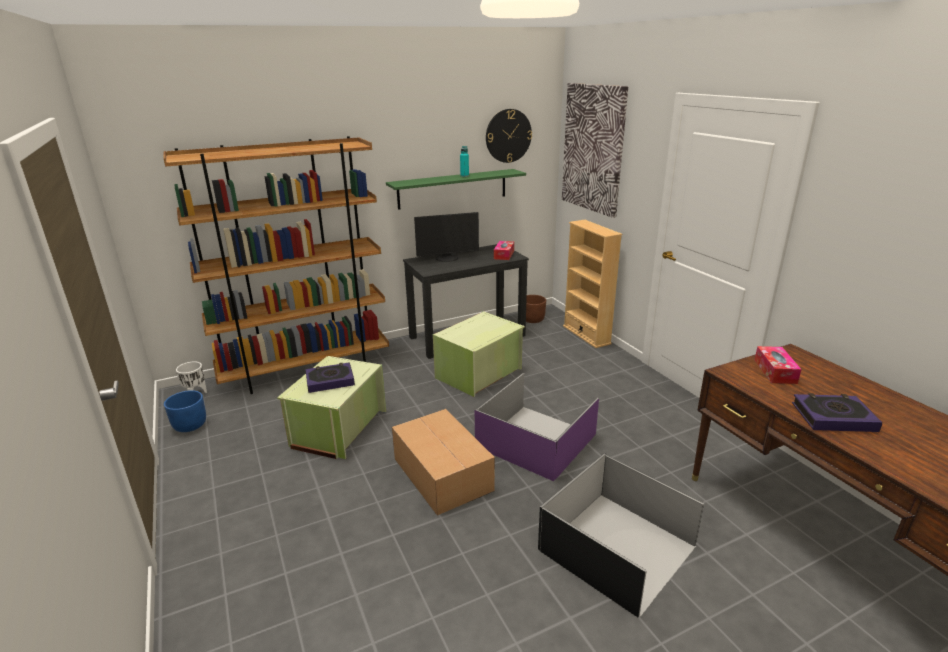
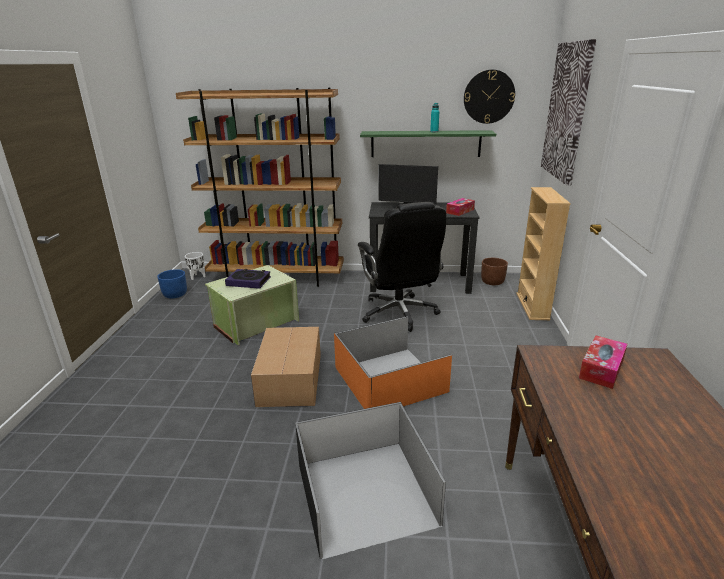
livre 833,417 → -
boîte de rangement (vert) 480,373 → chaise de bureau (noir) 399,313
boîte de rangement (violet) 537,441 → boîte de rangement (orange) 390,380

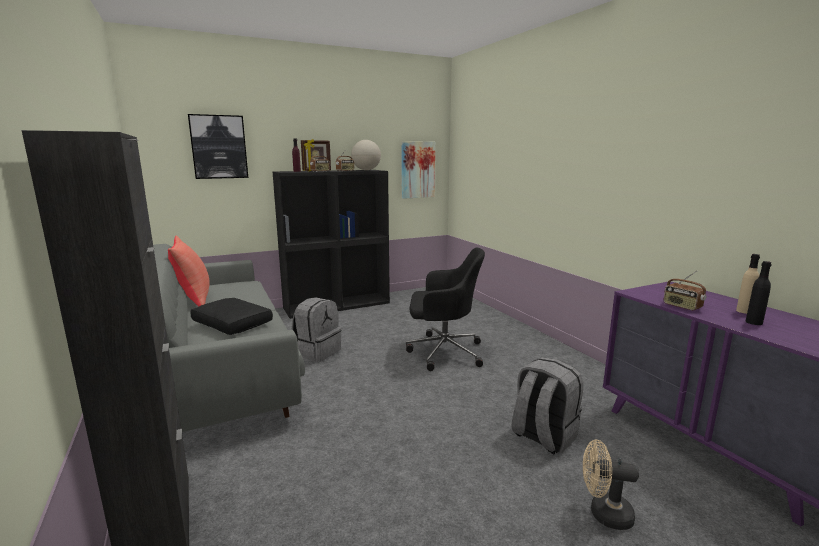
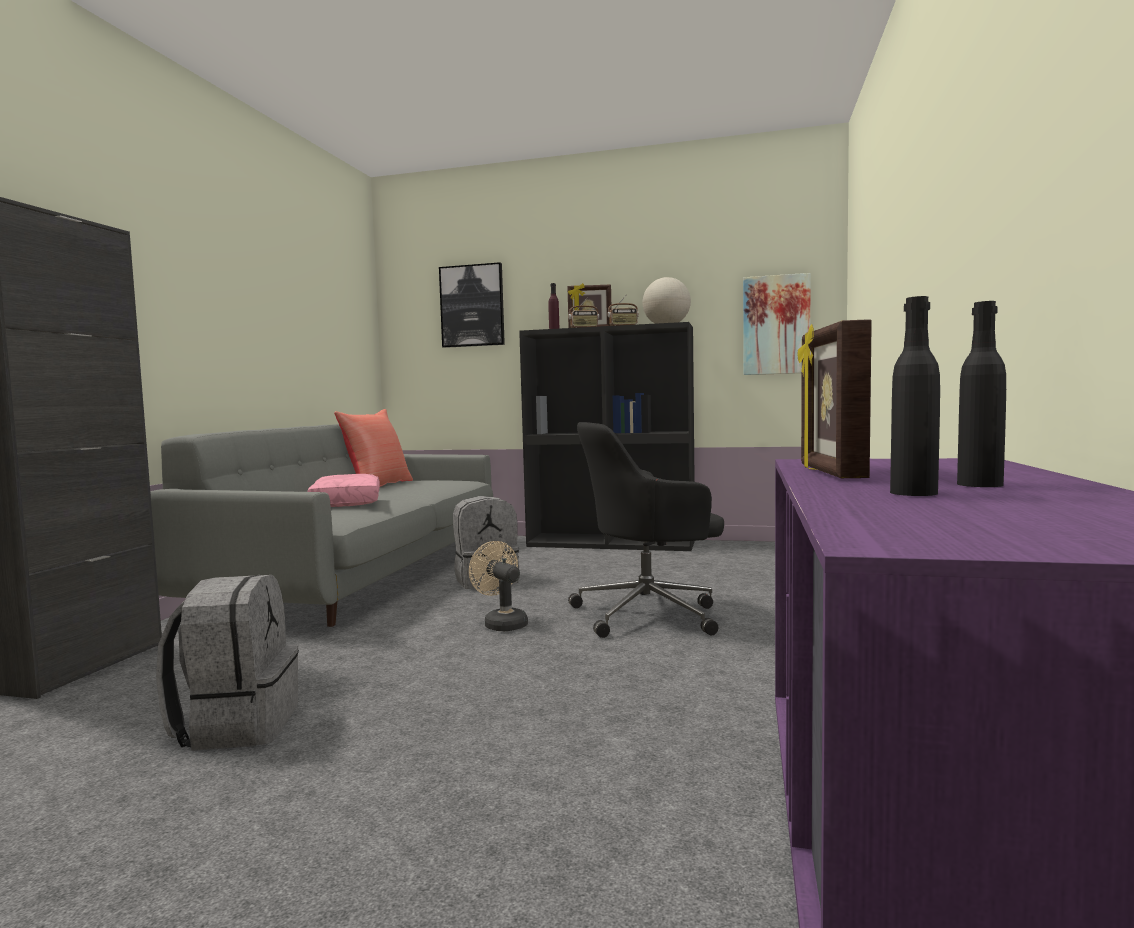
sac à dos (gris) 543,436 → sac à dos (gris) 237,726, shifted
ventilateur (beige) 604,513 → ventilateur (beige) 501,623, shifted
radio 682,306 → cadre photo 829,473
coussin (noir) 234,323 → coussin (rose) 348,502
bouteille (beige) 744,311 → bouteille (noir) 980,484
chaise de bureau (noir) 443,352 → chaise de bureau (noir) 649,614, 120 degrees clockwise

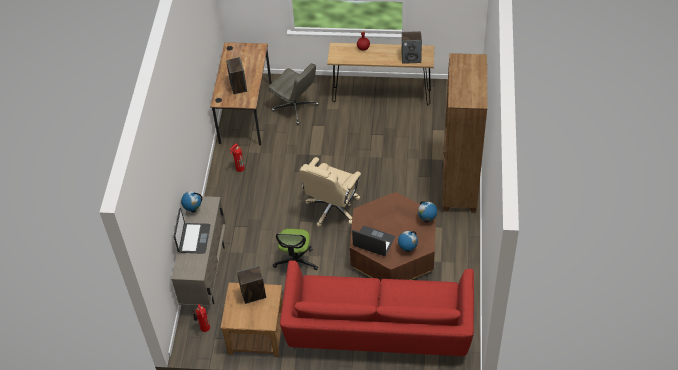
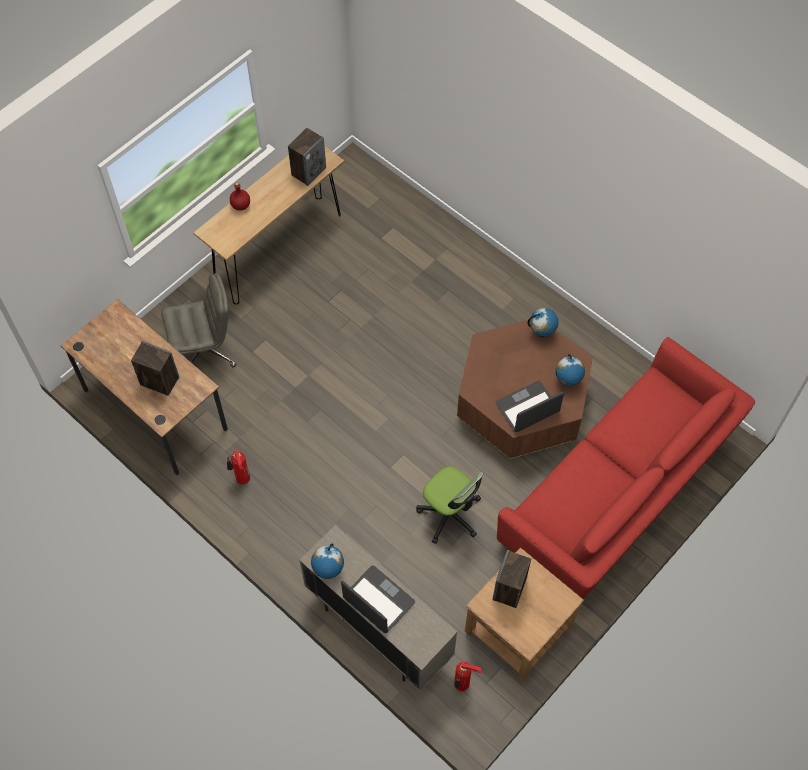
chaise de bureau (beige) 332,208 → -
bibliothèque (marron) 459,186 → -

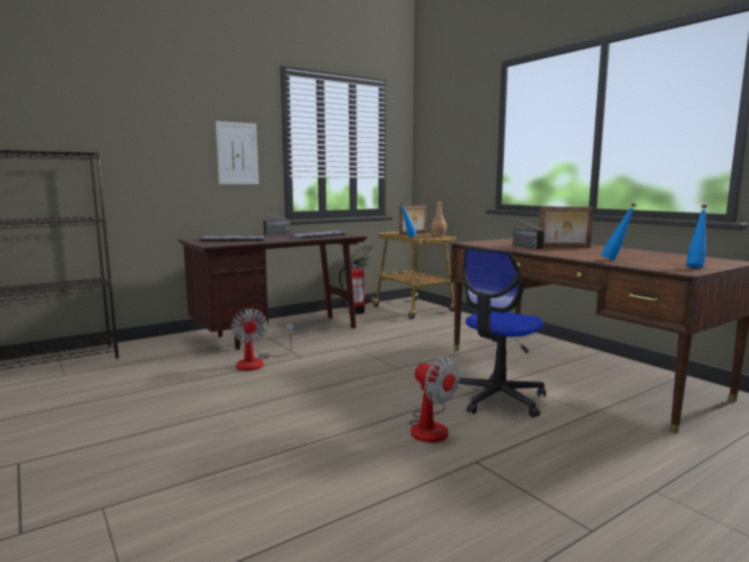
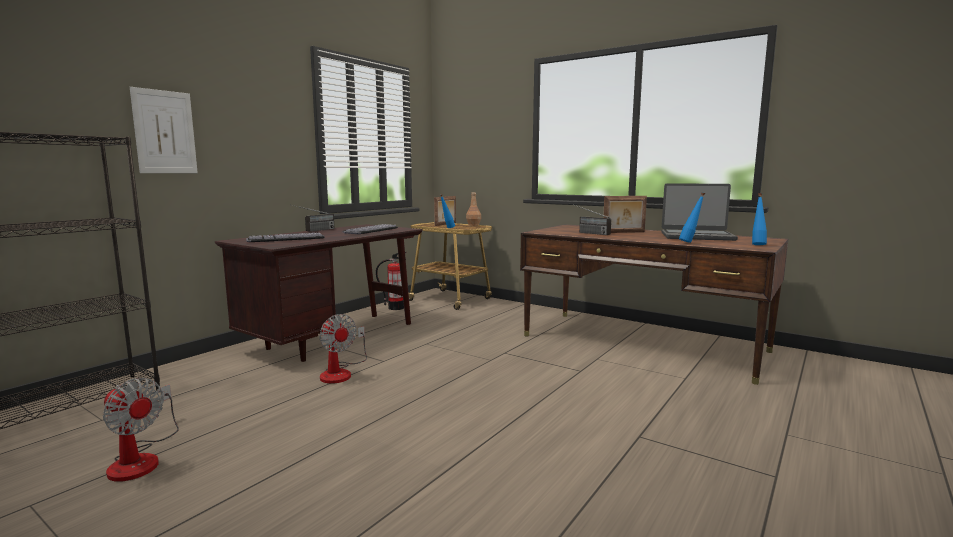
chaise de bureau 497,398 → -
- → ordinateur portable 697,236
tableau 237,153 → tableau 165,132, shifted
ventilateur 430,426 → ventilateur 141,459, shifted

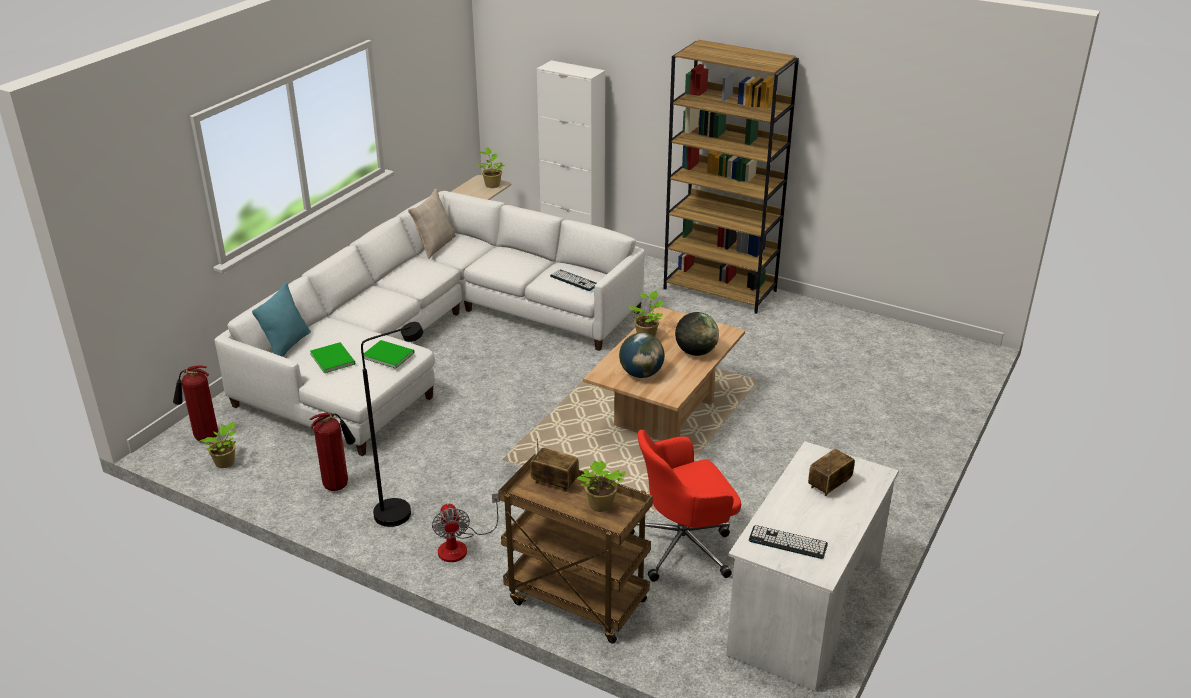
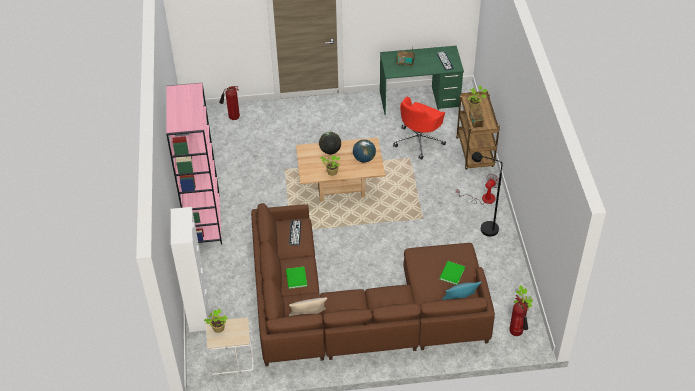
extincteur 338,484 → extincteur 232,117, shifted
livre (vert) 388,354 → livre (vert) 295,279, shifted
canapé (blanc) 431,339 → canapé (marron) 358,308
bibliothèque (marron) 720,290 → bibliothèque (rose) 204,220
bureau (blanc) 805,609 → bureau (vert) 419,100
chaise de bureau (rouge) 684,546 → chaise de bureau (rouge) 419,141, 90 degrees clockwise

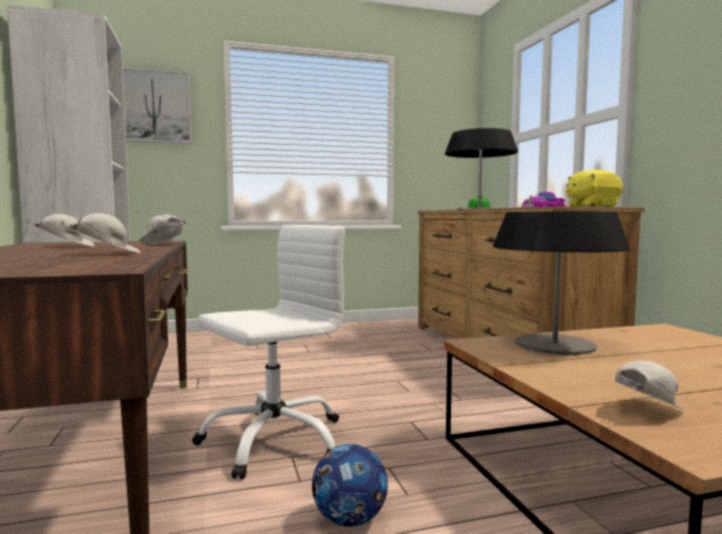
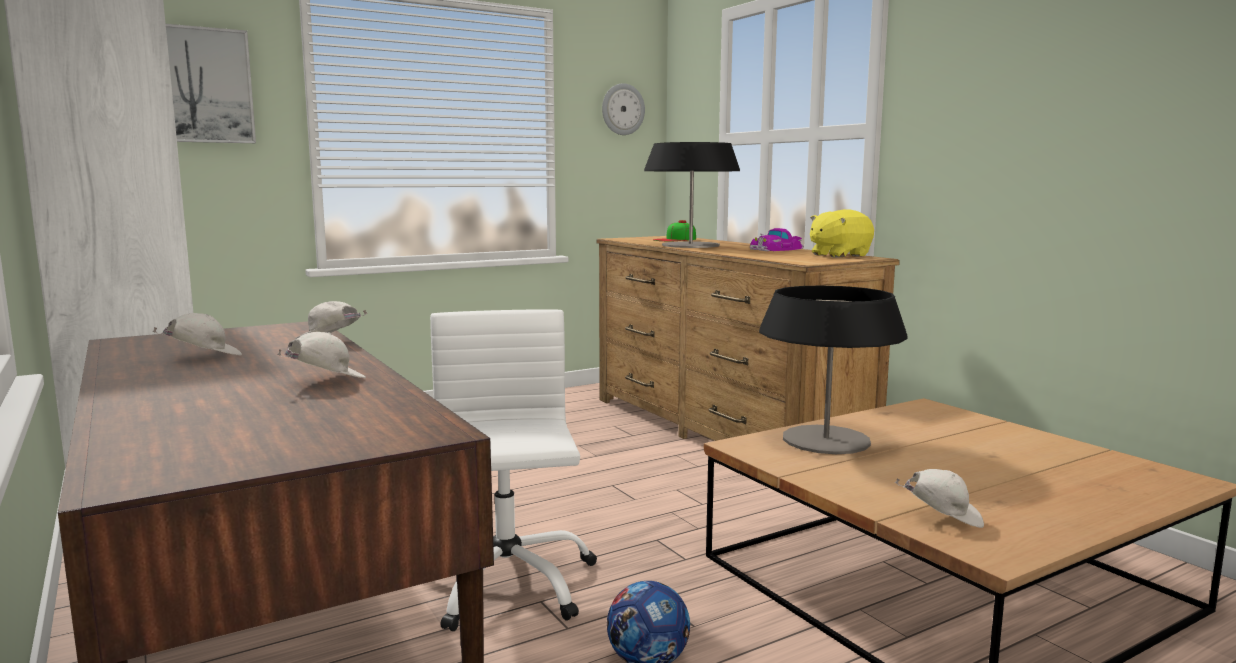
- → horloge murale 622,109
chaise de bureau (blanc) 274,440 → chaise de bureau (blanc) 505,583, 45 degrees counterclockwise
casquette (blanc) 645,411 → casquette (blanc) 942,518, 60 degrees clockwise

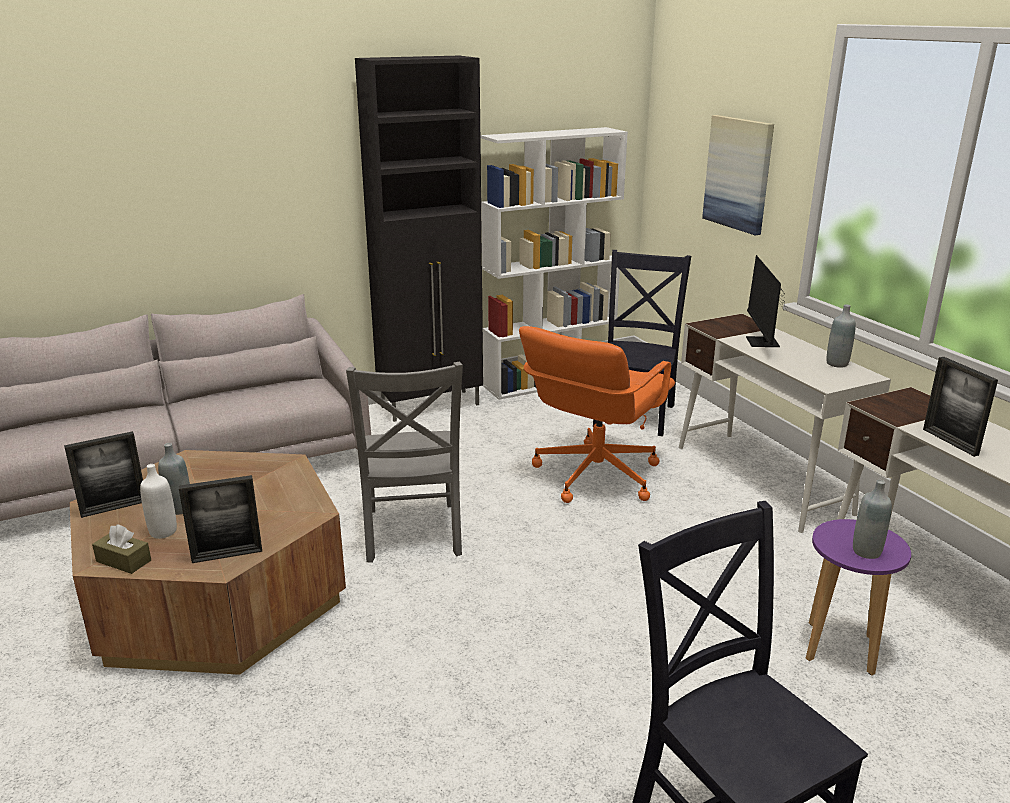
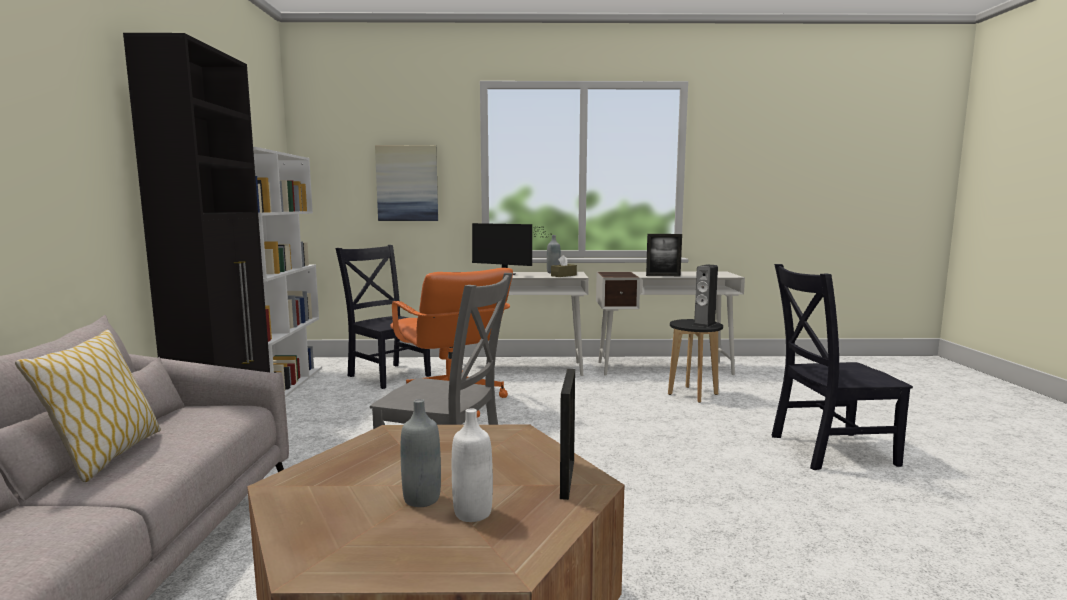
cadre photo 114,508 → -
- → coussin 106,456
boîte à mouchoirs (marron) 123,561 → boîte à mouchoirs (marron) 563,275, shifted
bouteille (gris) 866,551 → enceinte 704,324
tabouret (violet) 839,648 → tabouret (noir) 692,394

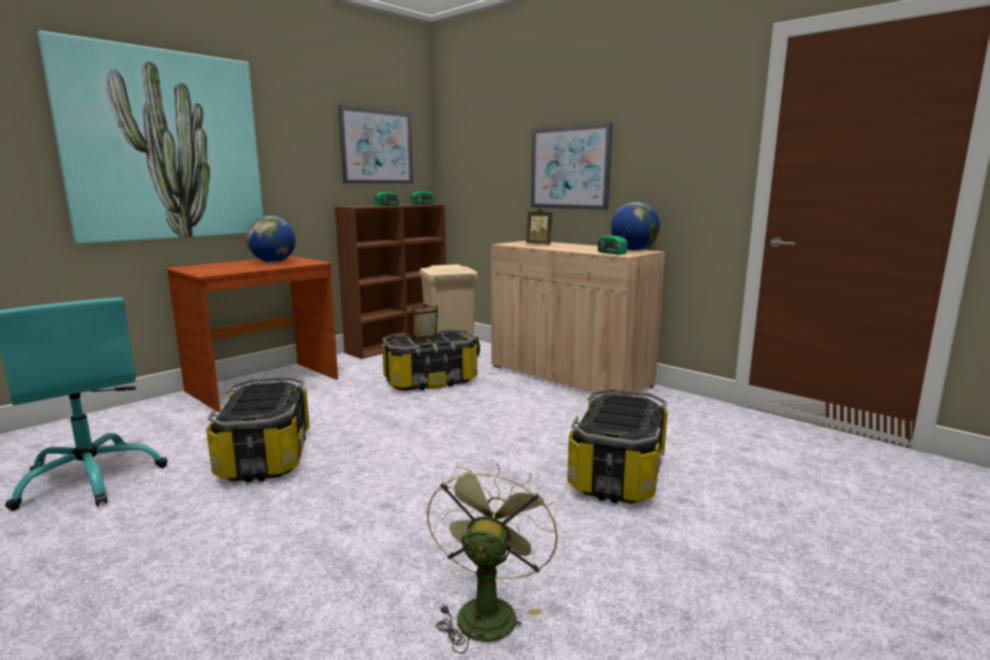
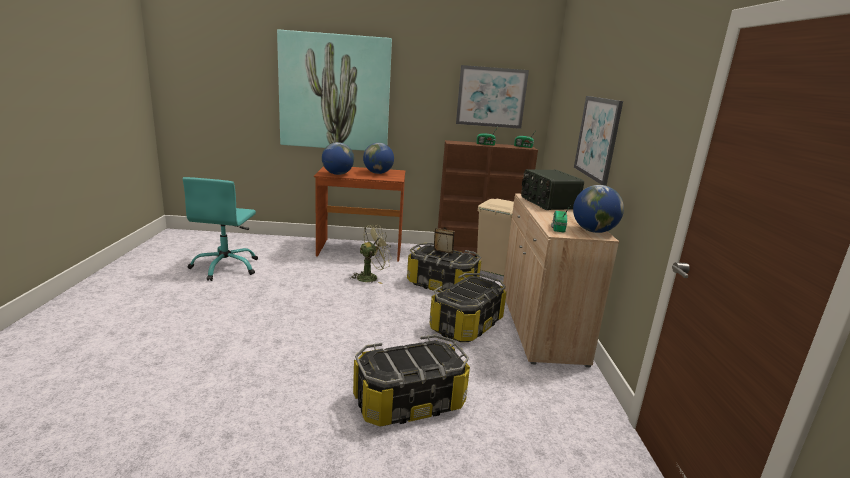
- → globe 337,174
boîte de rangement 265,456 → boîte de rangement 466,325, shifted
ventilateur (vert) 487,609 → ventilateur (vert) 371,277, shifted
cadre photo 539,244 → radio 548,203

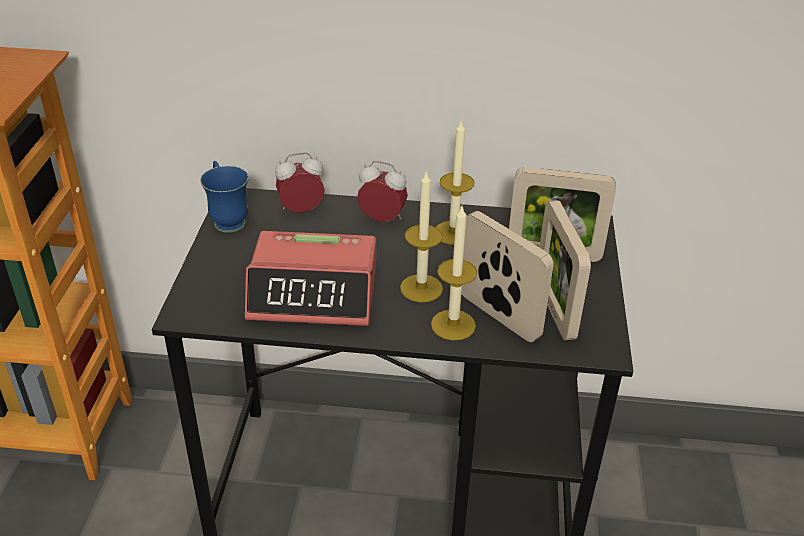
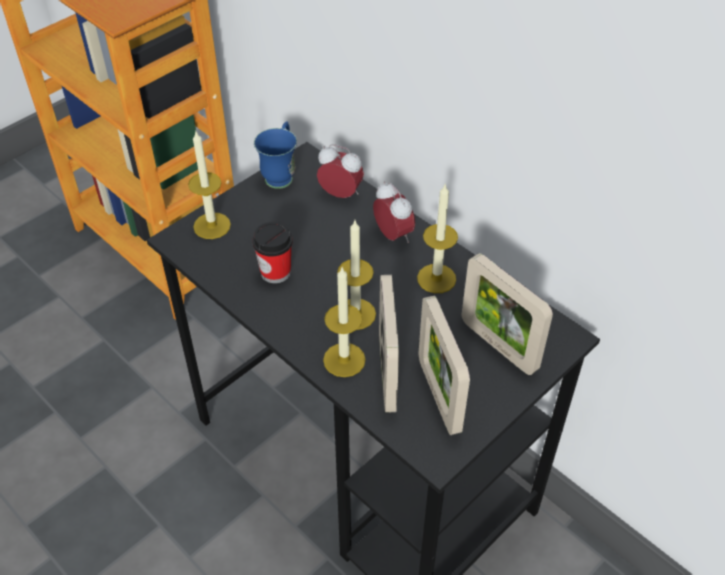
- → bougie 212,226
réveil 314,293 → tasse 275,272
cadre photo 554,309 → cadre photo 439,396, 45 degrees counterclockwise

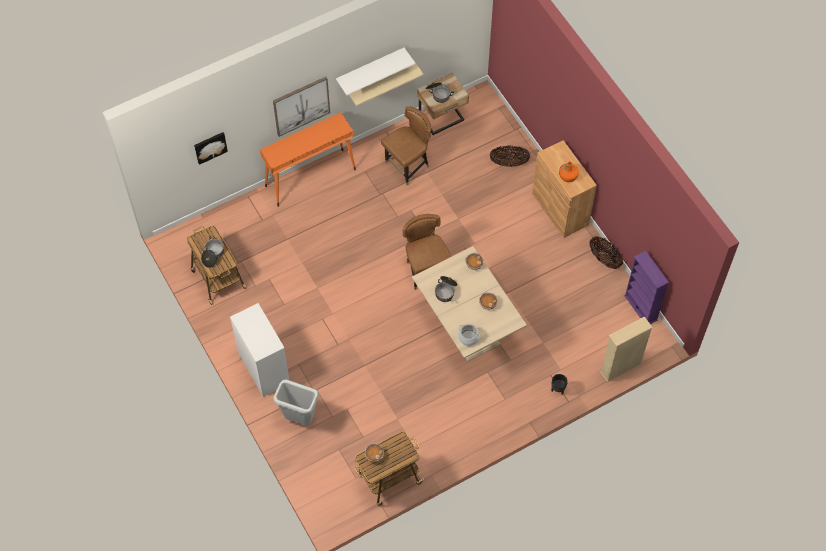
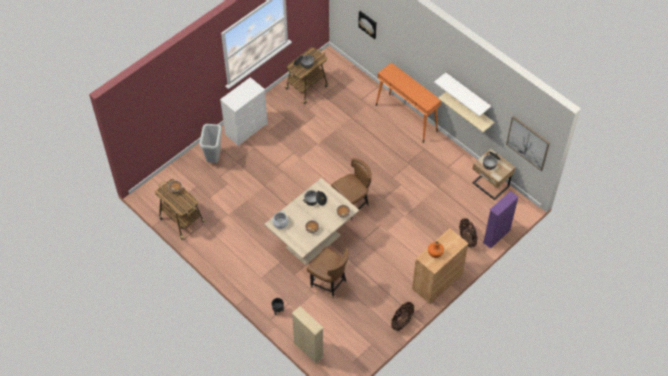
tableau 301,105 → tableau 528,143, shifted
chaise (marron) 408,166 → chaise (marron) 329,283, shifted
bibliothèque (violet) 640,307 → bibliothèque (violet) 496,236, shifted

